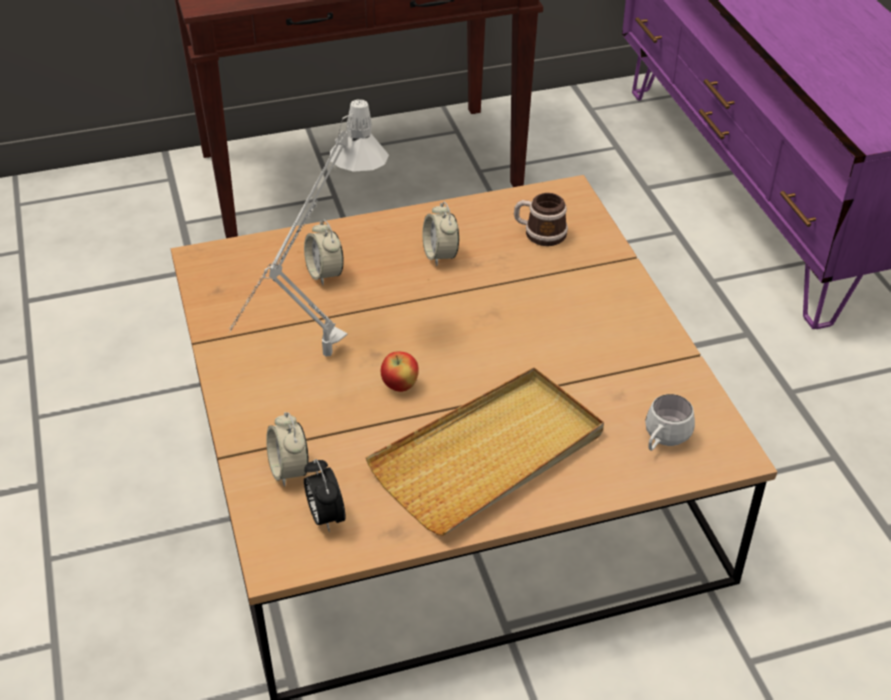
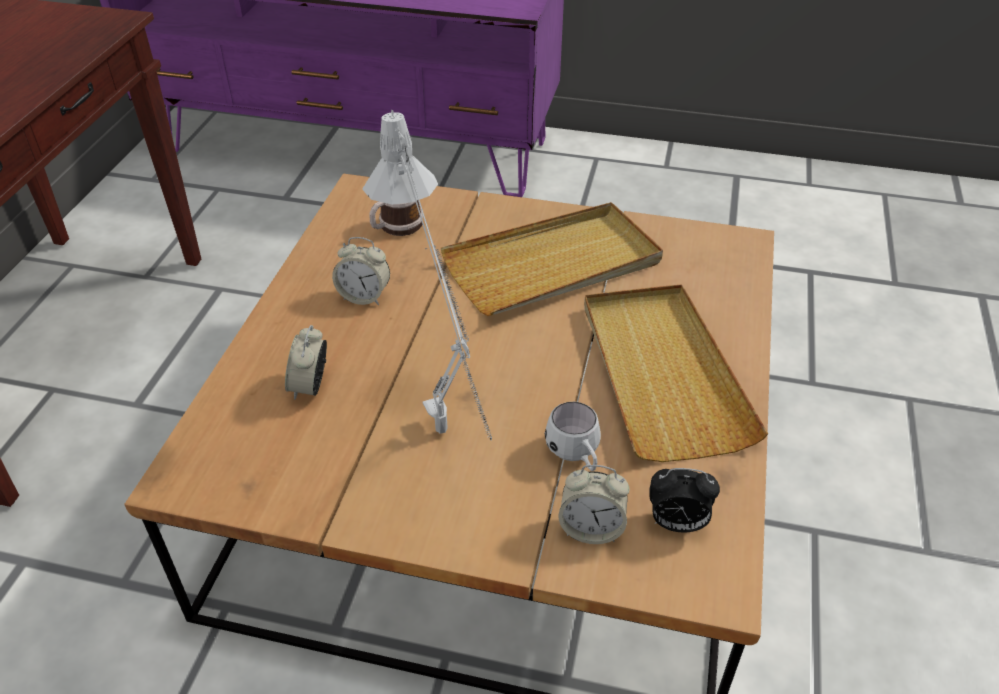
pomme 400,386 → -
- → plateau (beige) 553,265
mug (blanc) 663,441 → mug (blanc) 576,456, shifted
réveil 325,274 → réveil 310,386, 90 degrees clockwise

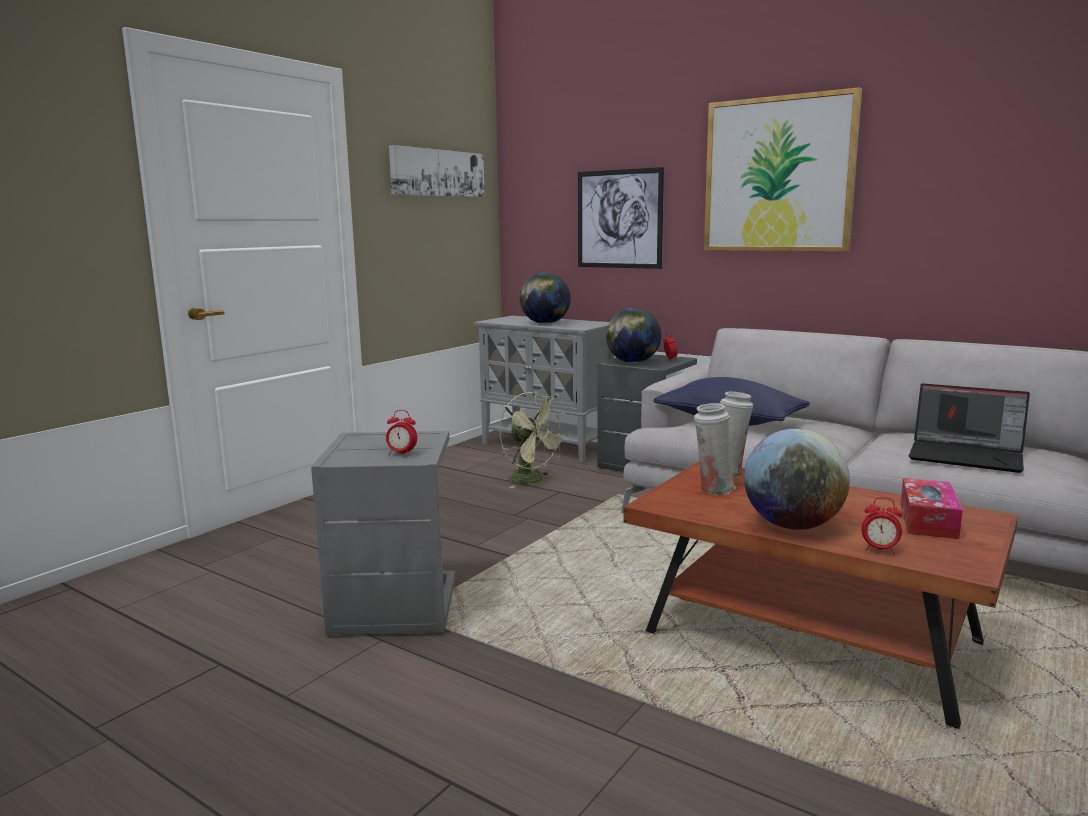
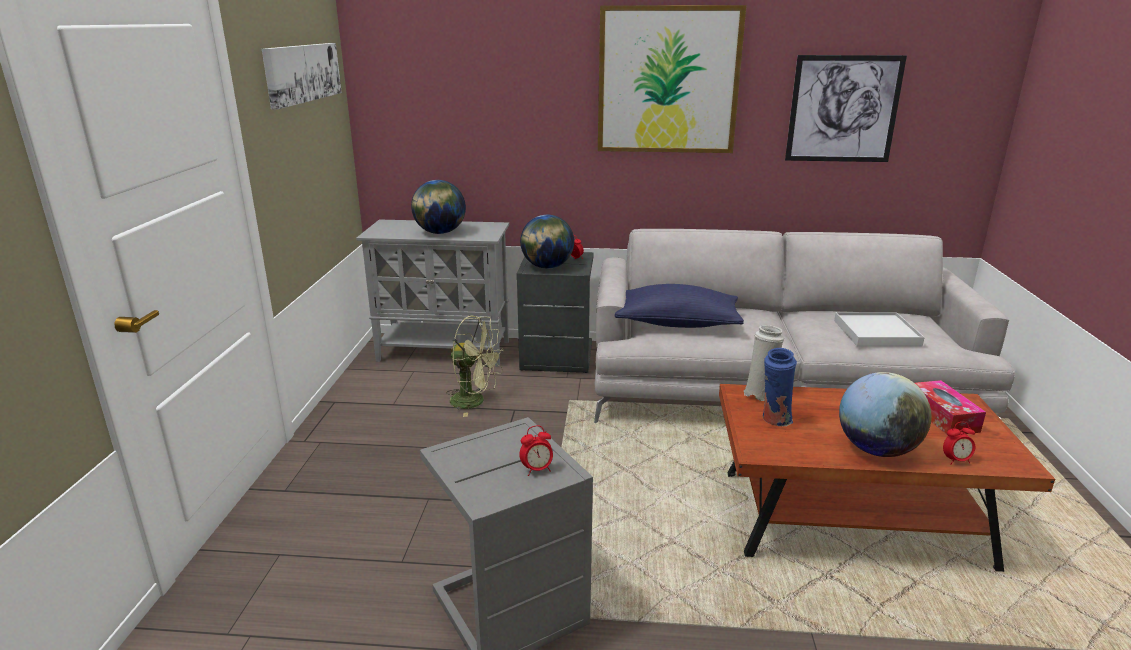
tableau 619,219 → tableau 843,109, shifted
ordinateur portable 967,456 → plateau (blanc) 876,333
vase (blanc) 713,489 → vase (bleu) 775,420

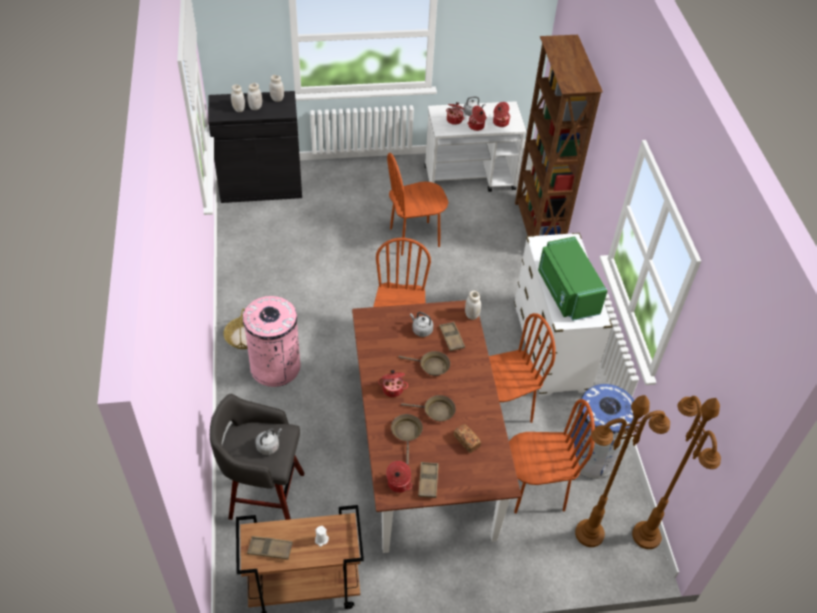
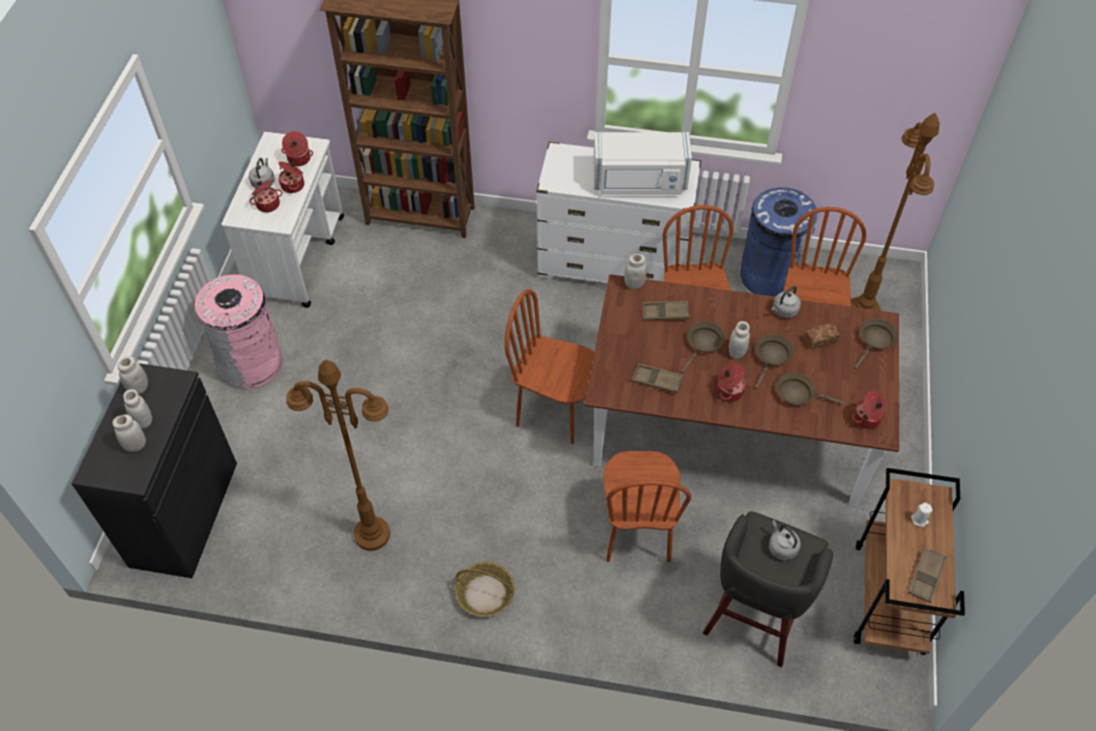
- → bocal (blanc) 736,352
- → poêle (marron) 875,341
poubelle (rose) 275,367 → poubelle (rose) 251,364, shifted
chaise (marron) 414,237 → chaise (marron) 637,532, shifted
bouilloire (gris) 421,330 → bouilloire (gris) 784,311, shifted
plateau (marron) 428,481 → plateau (marron) 657,380, shifted
lampadaire (marron) 646,536 → lampadaire (marron) 372,534, shifted
micro-ondes (vert) 566,292 → micro-ondes (blanc) 639,182

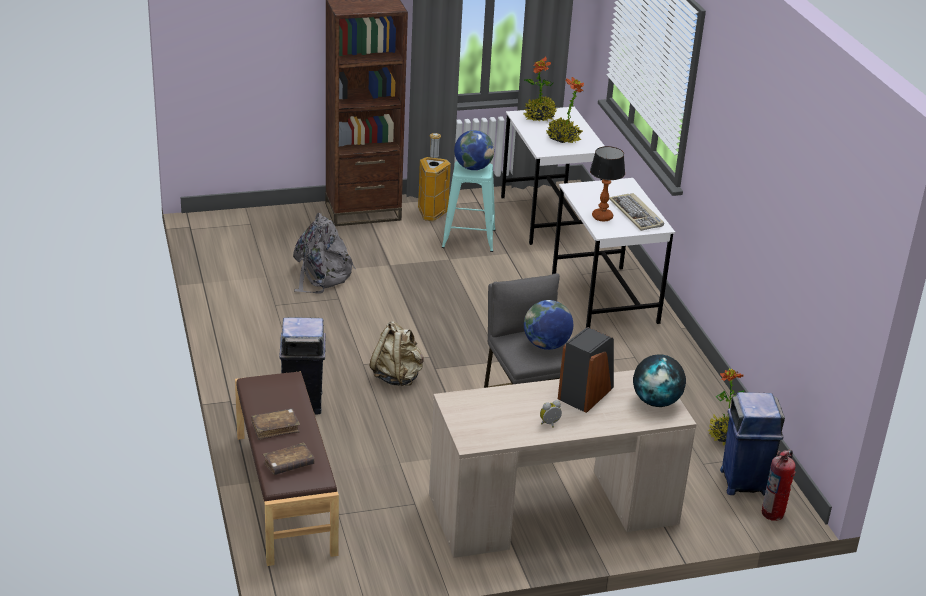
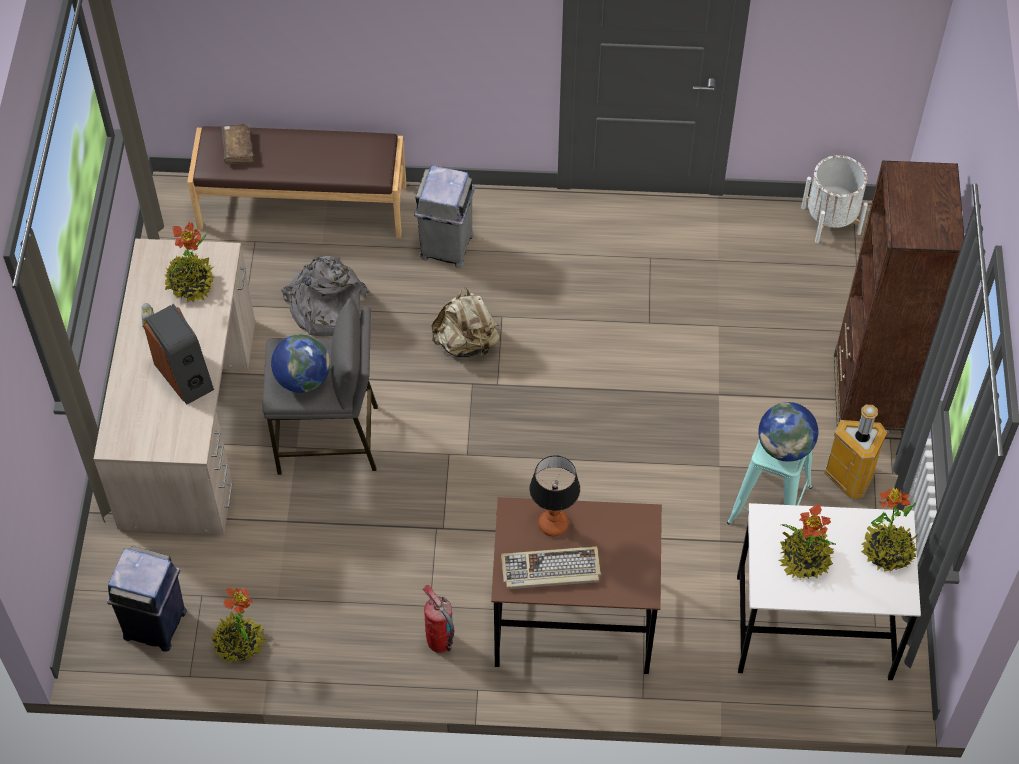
livre (marron) 275,428 → -
globe 656,401 → -
- → plante en pot 191,284
- → cache-pot (blanc) 830,220
sac à dos (gris) 321,276 → sac à dos (gris) 325,308, shifted
extincteur 773,513 → extincteur 440,642, shifted
bureau (blanc) 605,299 → bureau (marron) 572,622

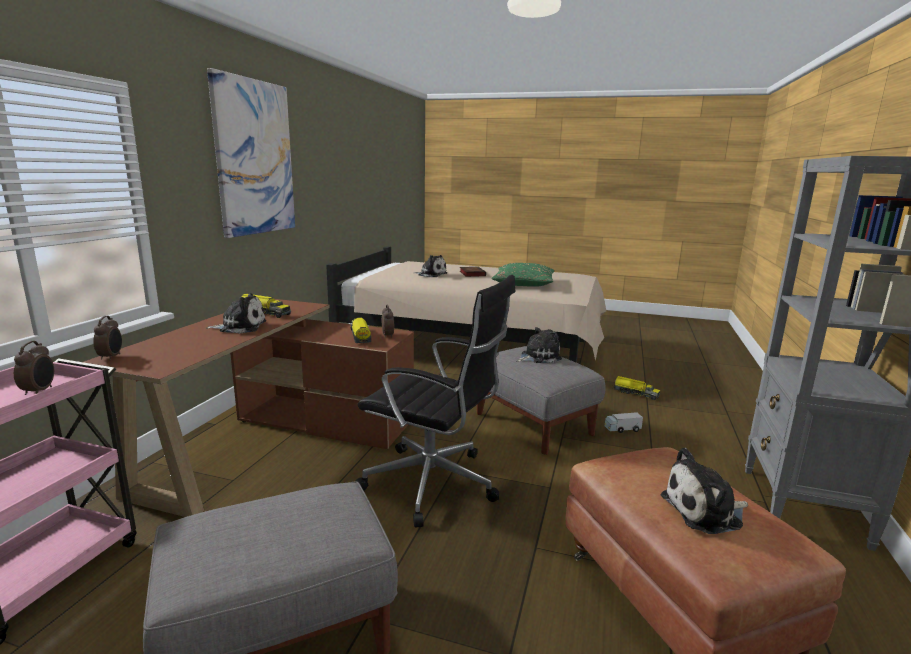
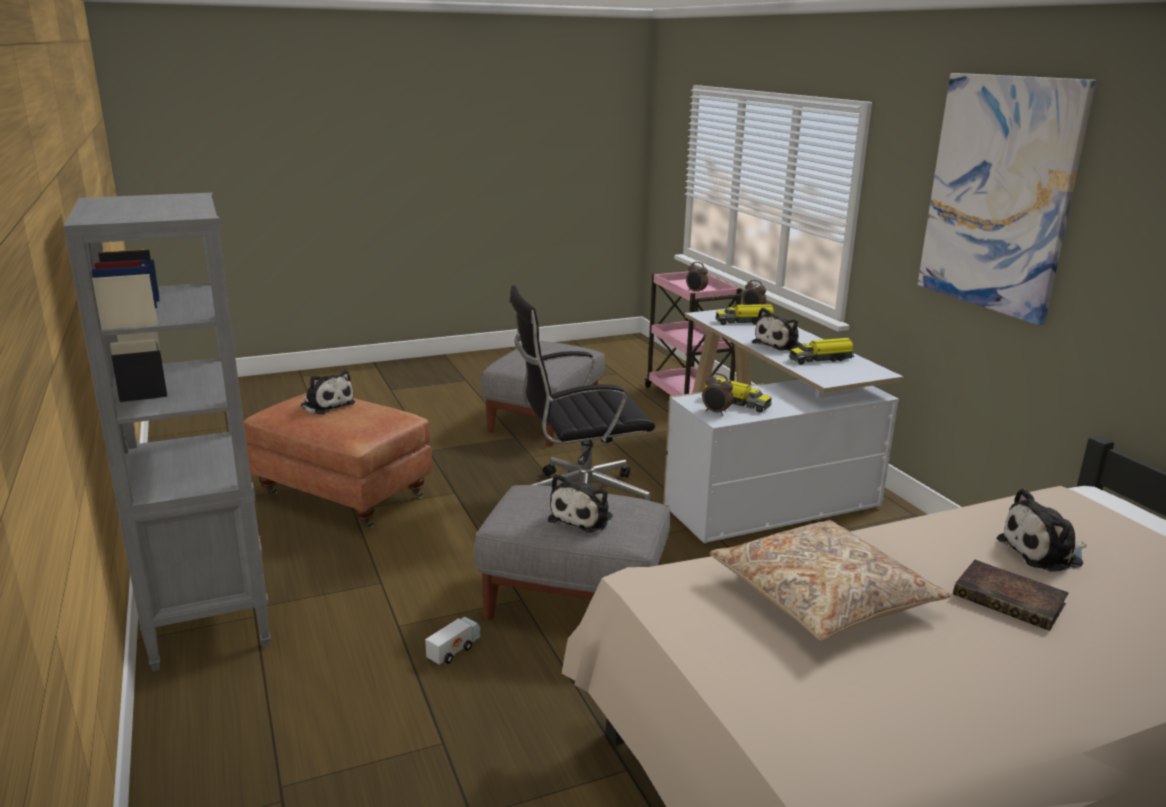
camion jouet 635,393 → camion jouet 745,322, shifted
bureau (marron) 276,441 → bureau (blanc) 761,477
coussin (vert) 523,283 → coussin (beige) 822,596
peluche 705,511 → peluche 326,404, 90 degrees clockwise

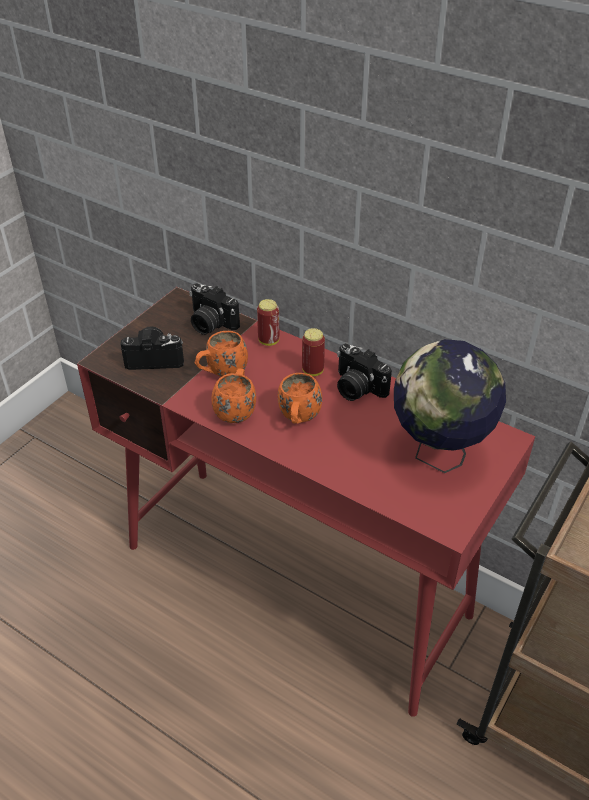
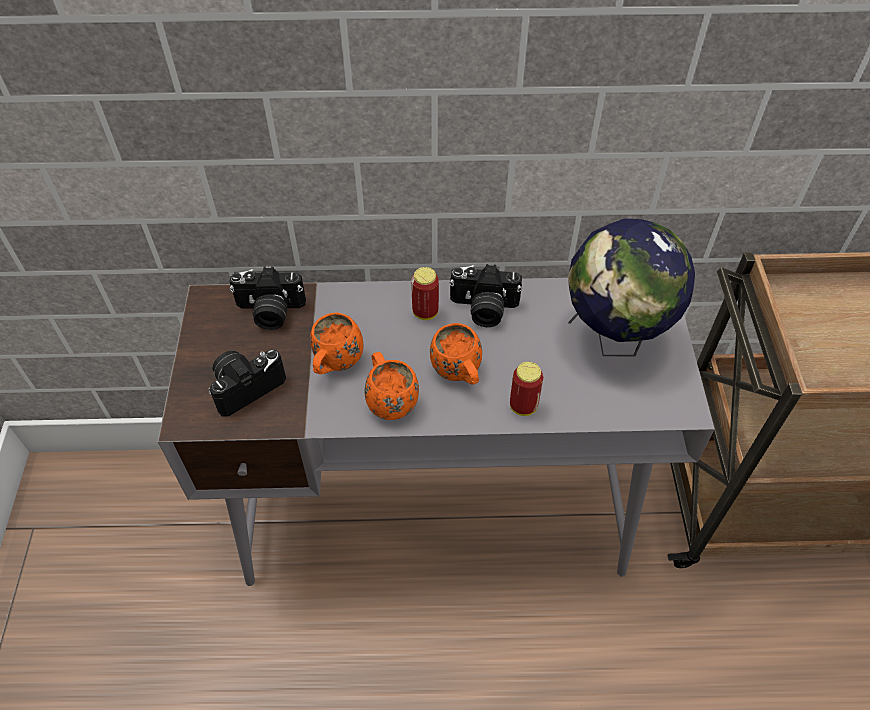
boîte métallique 268,341 → boîte métallique 523,406, shifted
bureau (rouge) 297,580 → bureau (gris) 436,515

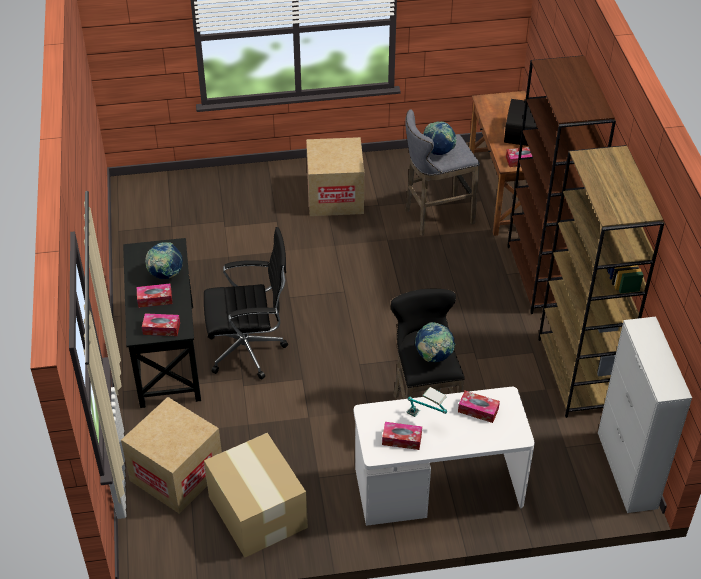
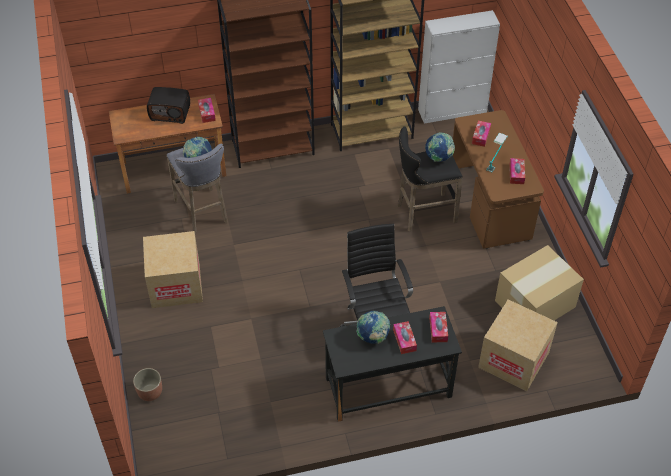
- → cache-pot 150,392
bureau (blanc) 437,489 → bureau (marron) 490,204

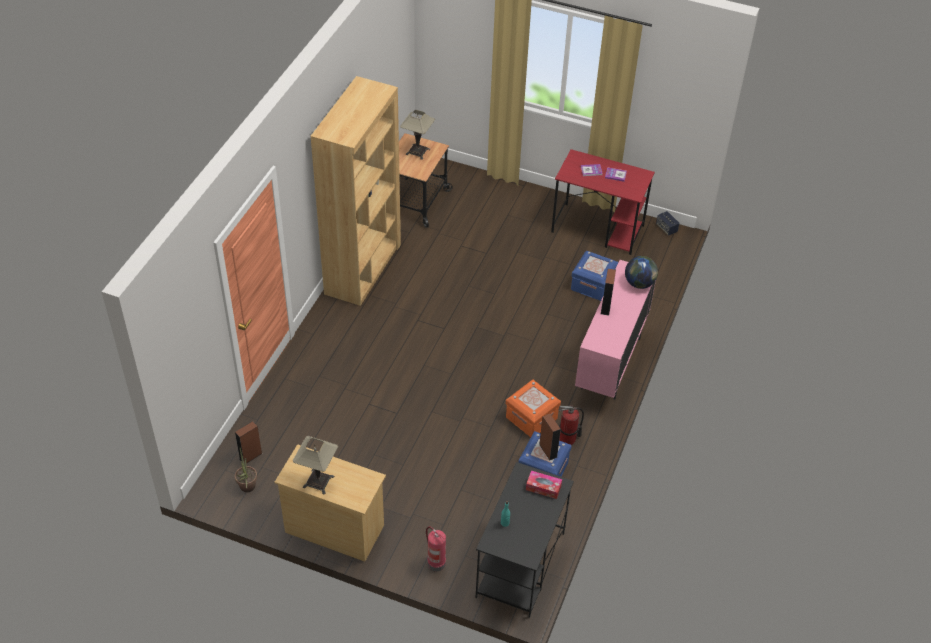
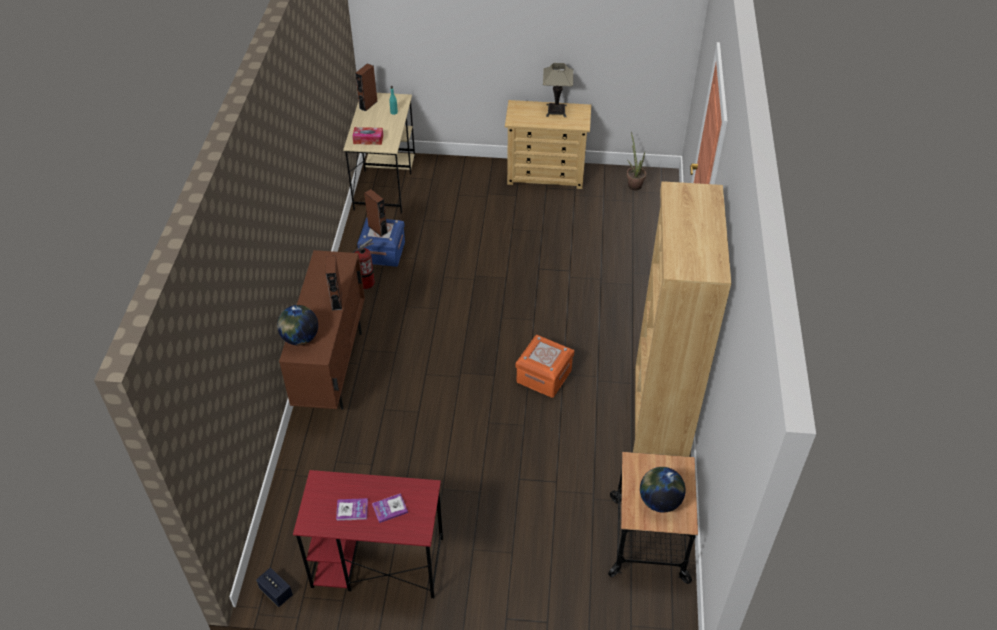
extincteur 435,563 → -
boîte de rangement (bleu) 592,285 → -
enceinte (marron) 250,456 → enceinte (marron) 368,105, shifted
boîte de rangement (orange) 531,418 → boîte de rangement (orange) 544,376, shifted
lampe de table 417,151 → globe 659,501
bureau (noir) 520,565 → bureau (beige) 385,182
meuble de rangement (rose) 610,364 → meuble de rangement (marron) 332,368

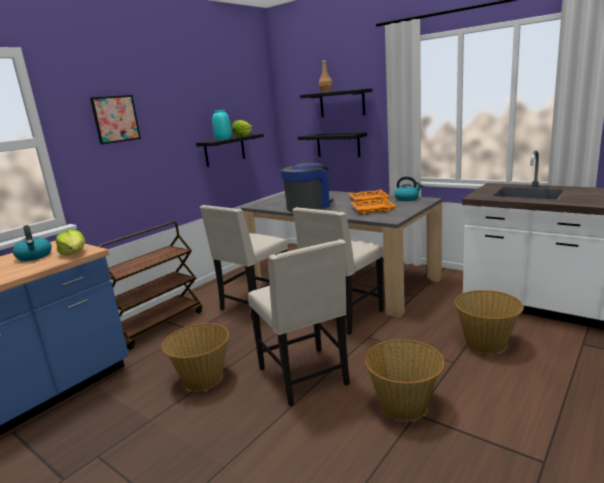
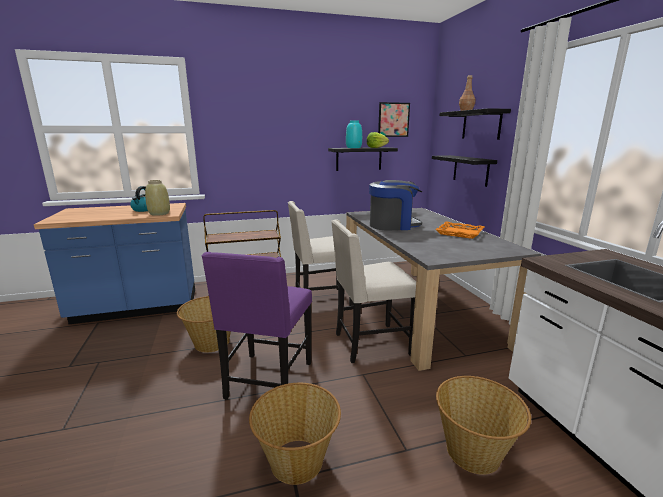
plateau (orange) 372,209 → -
bouilloire 407,199 → -
tableau 116,119 → tableau 393,119, shifted
laitue 74,253 → vase (beige) 159,213
chaise (beige) 305,377 → chaise (violet) 267,381

